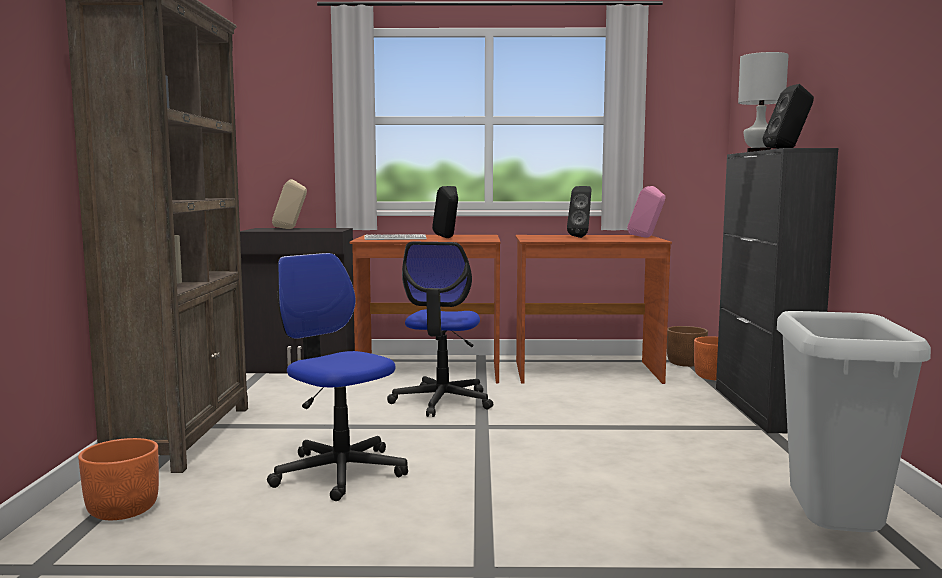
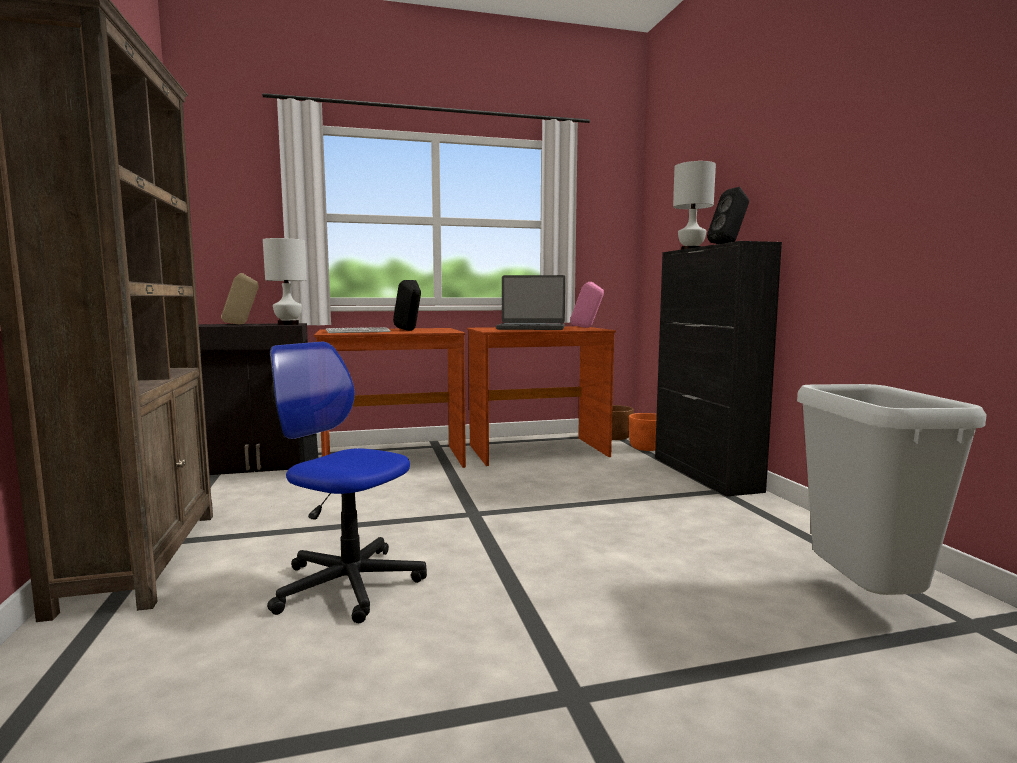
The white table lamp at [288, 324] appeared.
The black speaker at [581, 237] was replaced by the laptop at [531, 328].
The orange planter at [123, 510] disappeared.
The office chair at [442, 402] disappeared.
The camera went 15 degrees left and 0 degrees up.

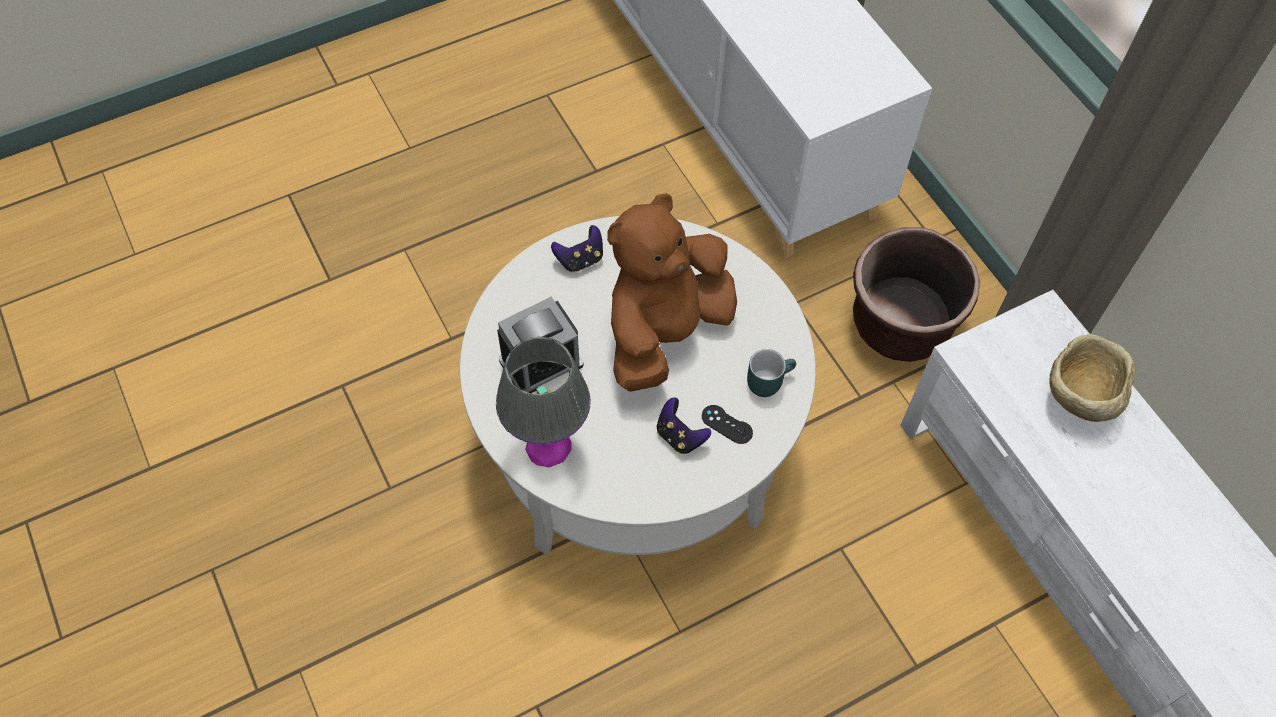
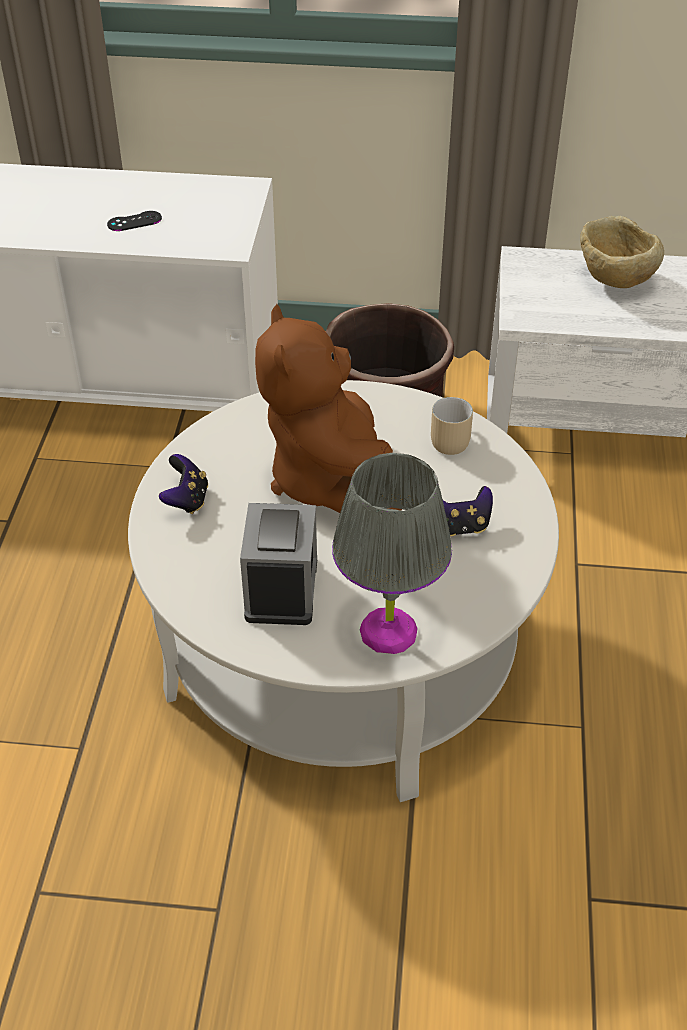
The black game controller moved from [727, 424] to [134, 221].
The turquoise mug at [768, 379] became the beige mug at [447, 439].
The camera went 55 degrees left and 15 degrees down.

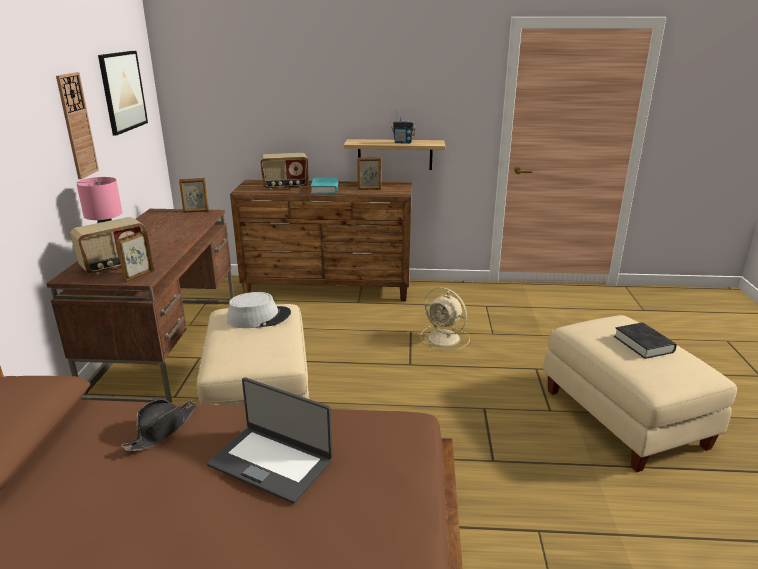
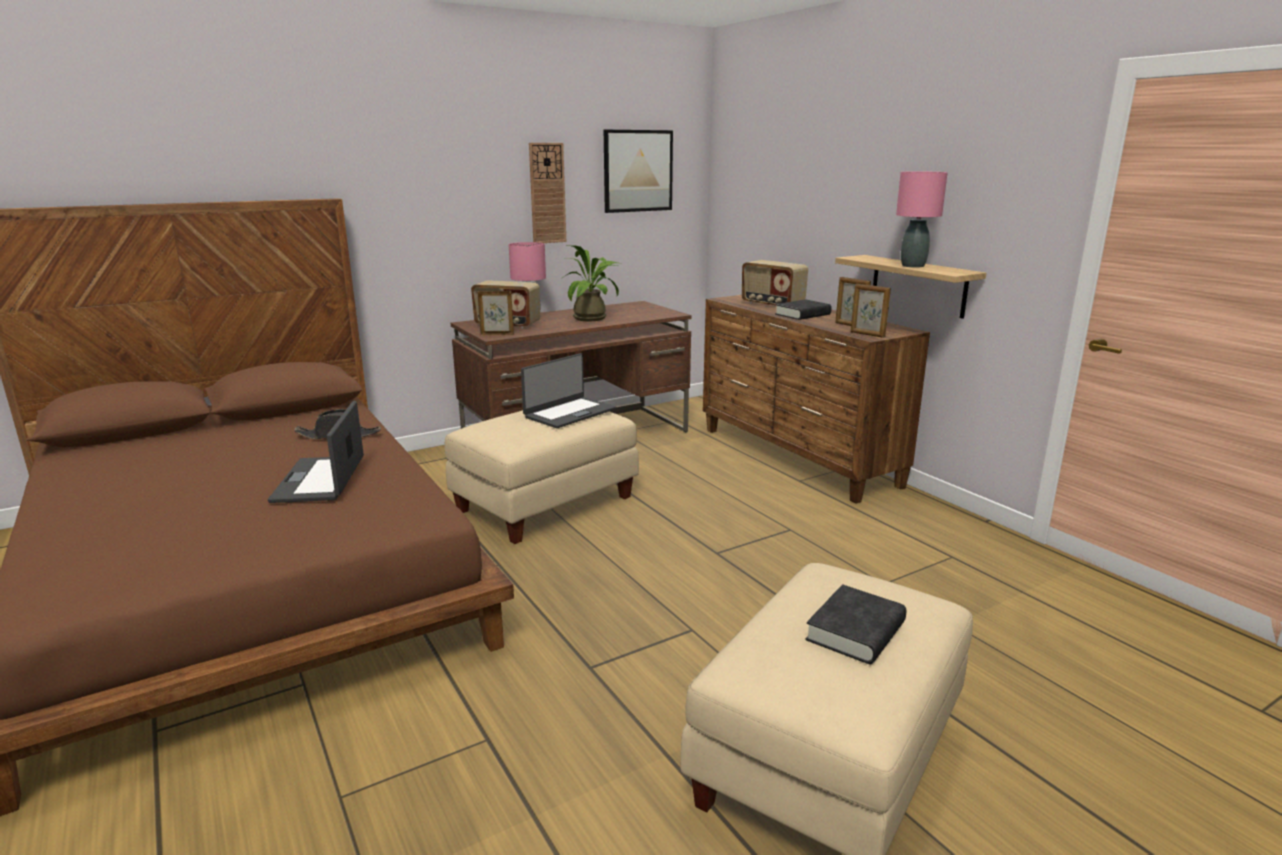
The grey hat at [259, 317] was replaced by the laptop at [569, 413].
The potted plant at [593, 318] appeared.
The turquoise book at [325, 189] became the black book at [802, 314].
The picture frame moved from [196, 211] to [867, 334].
The radio at [403, 142] was replaced by the pink table lamp at [913, 266].
The beige fan at [445, 339] disappeared.
The camera went 55 degrees right and 5 degrees down.

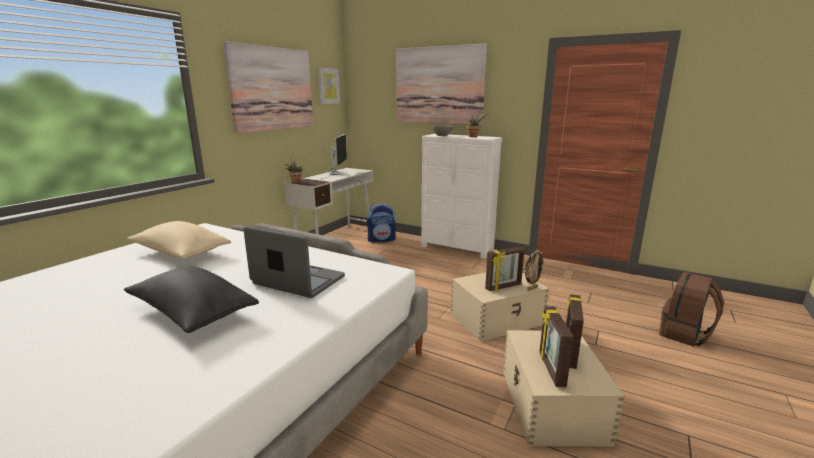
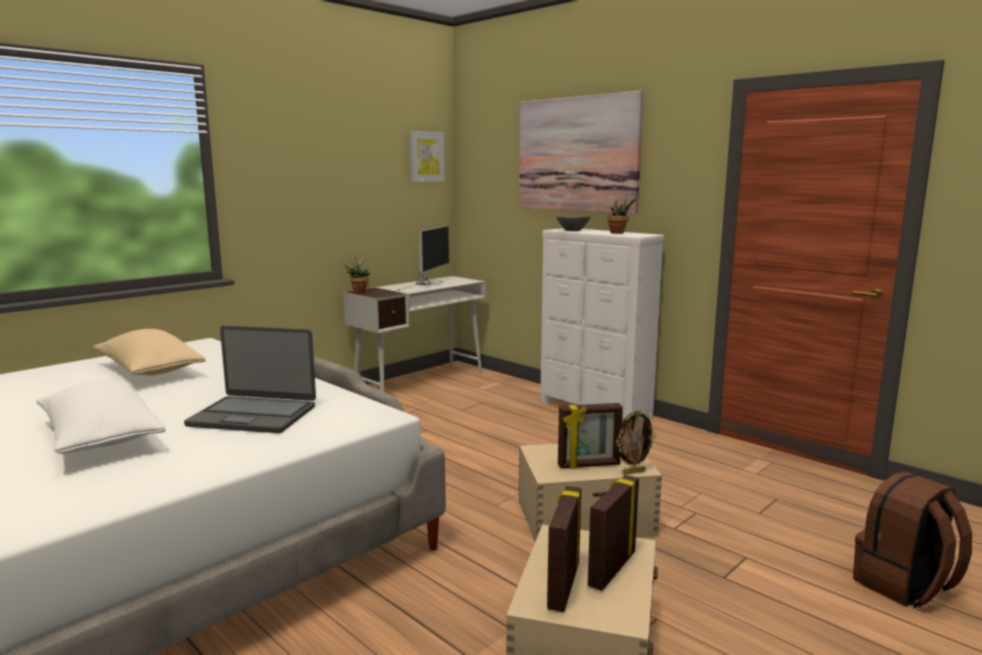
The black pillow at [192, 313] became the white pillow at [100, 438].
The laptop at [298, 281] turned 150 degrees clockwise.
The picture at [272, 89] disappeared.
The backpack at [381, 240] disappeared.
The camera went 15 degrees right and 5 degrees down.

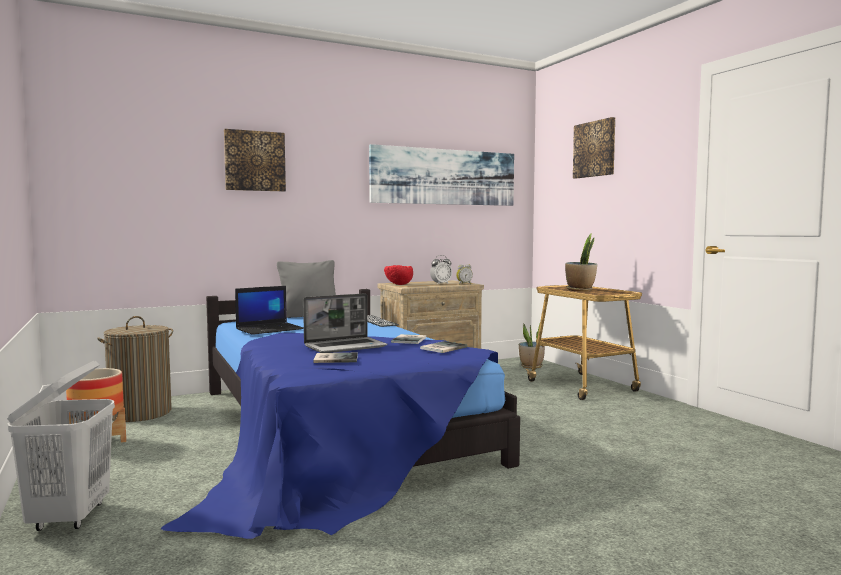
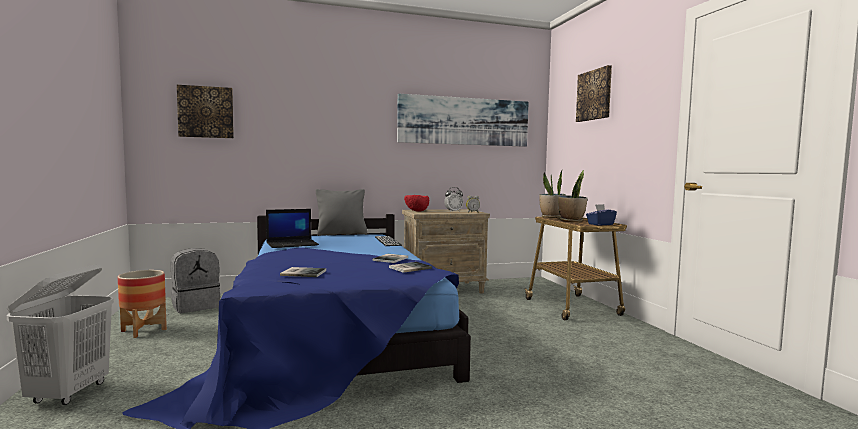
The laundry basket at [140, 413] was replaced by the grey backpack at [196, 306].
The picture moved from [254, 161] to [206, 112].
The potted plant moved from [531, 367] to [551, 217].
The blue tissue box at [600, 224] appeared.
The laptop at [346, 347] disappeared.
The camera went 10 degrees right and 0 degrees up.

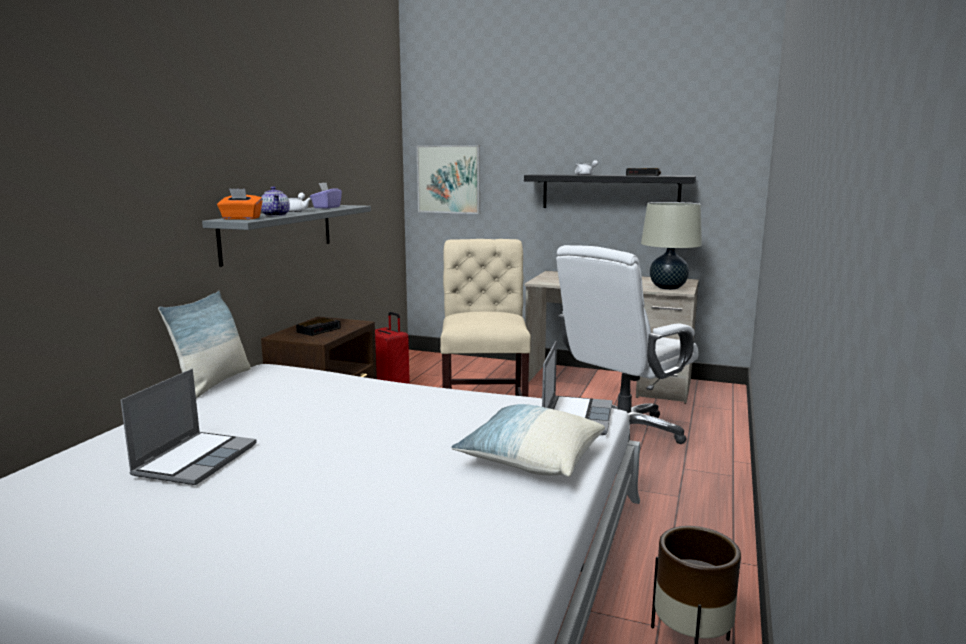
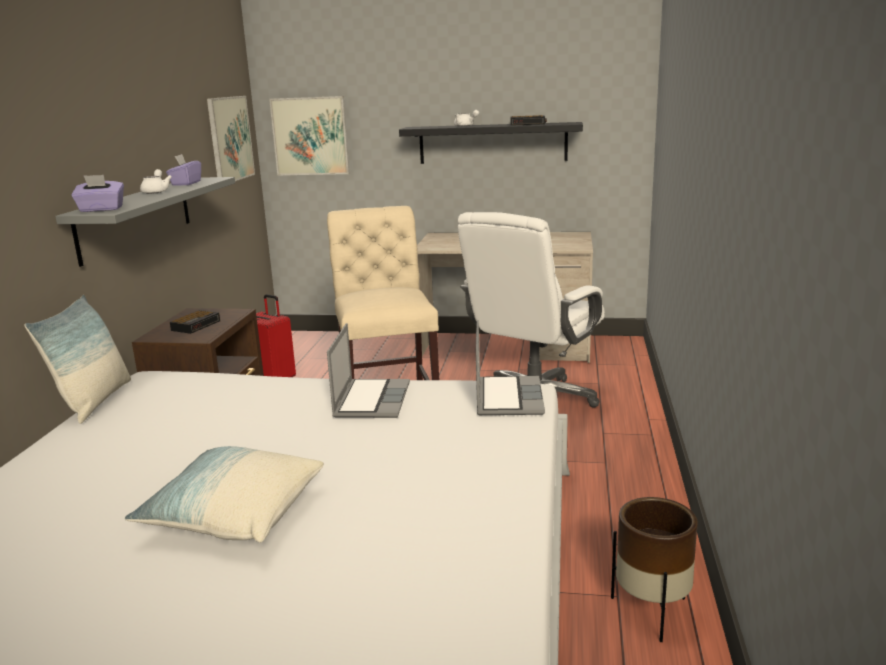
The orange tissue box at [241, 218] became the purple tissue box at [101, 209].
The pillow moved from [531, 459] to [234, 515].
The picture at [230, 139] appeared.
The laptop moved from [195, 459] to [371, 400].
The teapot at [276, 215] disappeared.
The beige table lamp at [668, 287] disappeared.
The camera went 10 degrees left and 5 degrees up.

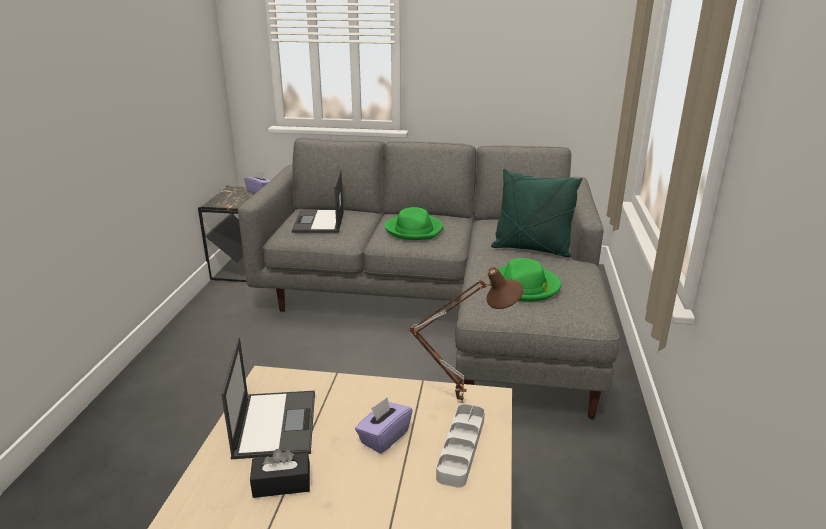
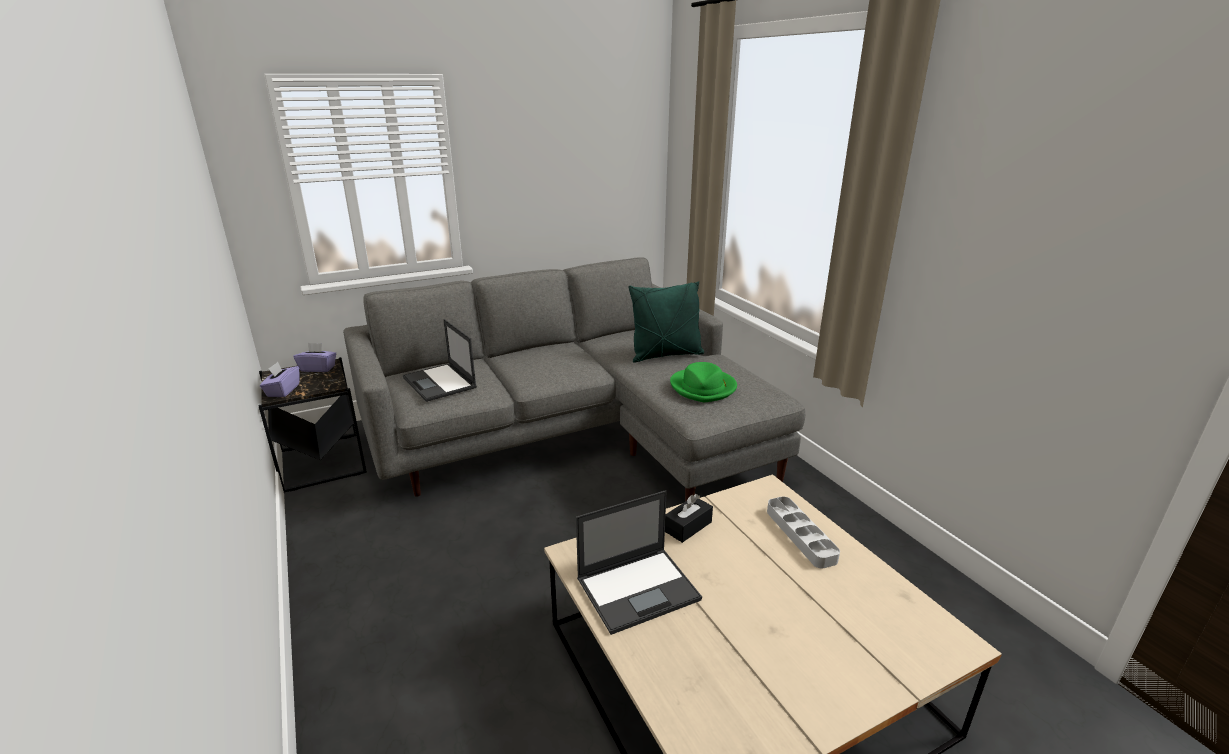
The purple tissue box moved from [384, 437] to [283, 391].
The laptop at [275, 423] turned 105 degrees clockwise.
The black tissue box moved from [281, 484] to [687, 526].
The green hat at [414, 230] disappeared.
The brown table lamp at [460, 400] disappeared.
The camera went 35 degrees left and 0 degrees up.

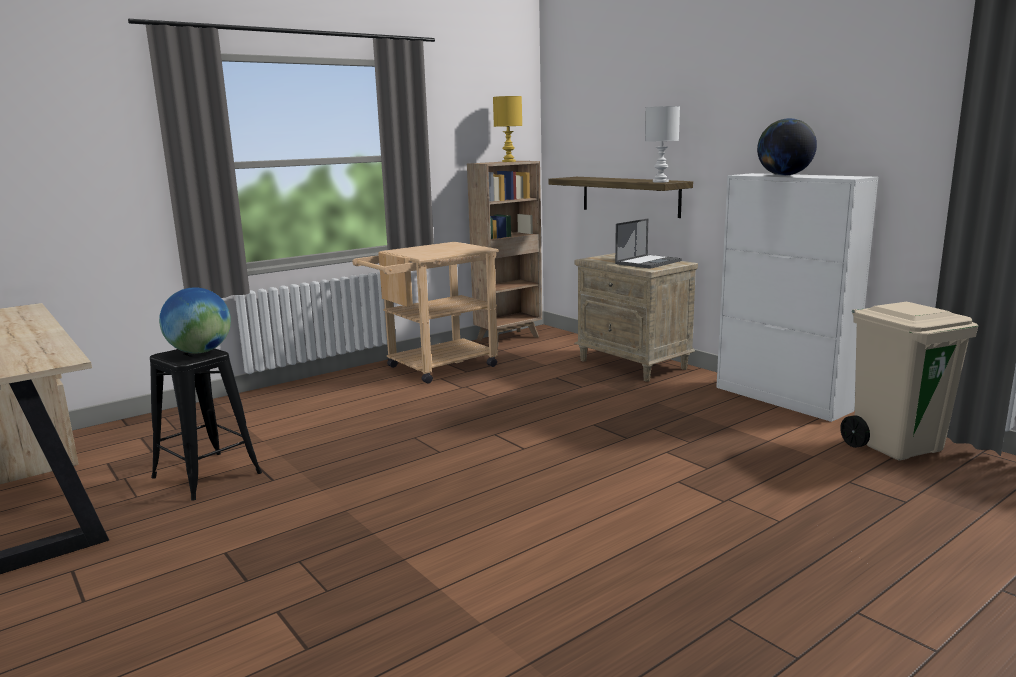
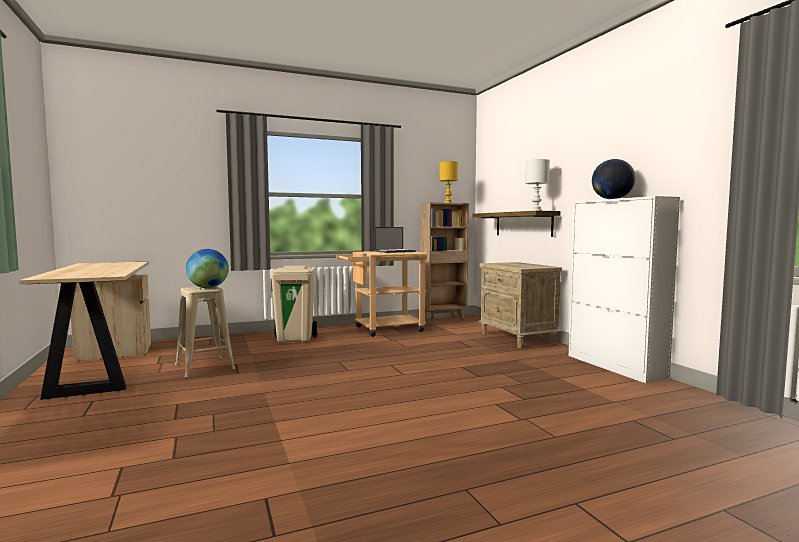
The black stool at [206, 475] became the beige stool at [204, 366].
The beige trash can moved from [896, 446] to [295, 339].
The laptop moved from [648, 262] to [395, 251].
The camera went 15 degrees right and 10 degrees down.

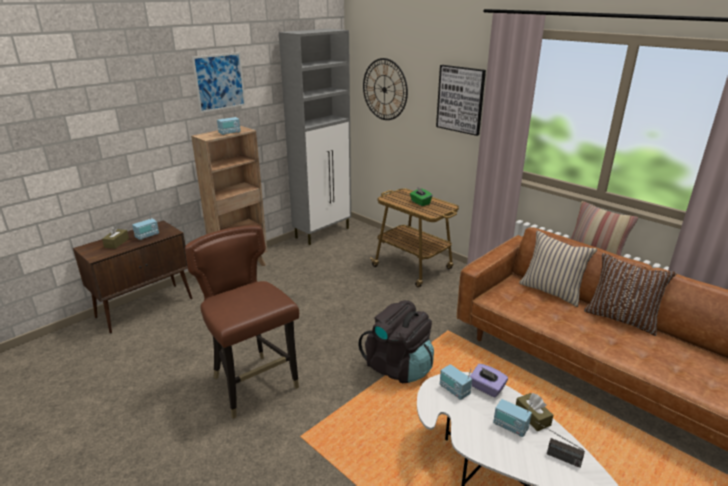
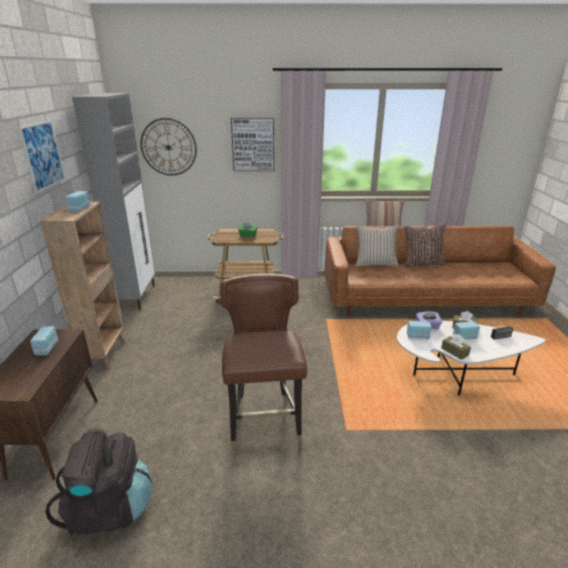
The black backpack moved from [398, 367] to [109, 509].
The brown chair at [254, 385] turned 75 degrees clockwise.
The brown tissue box moved from [116, 243] to [454, 351].
The camera went 45 degrees left and 0 degrees up.

